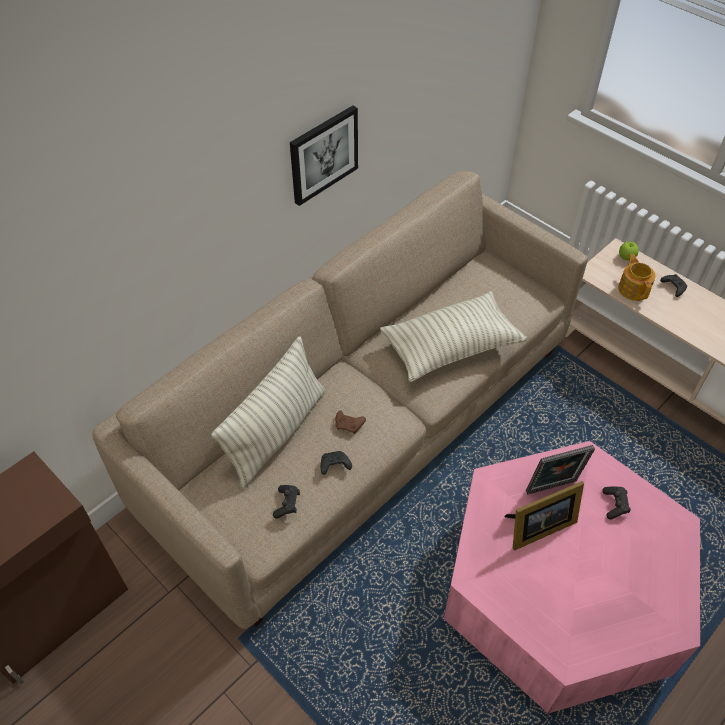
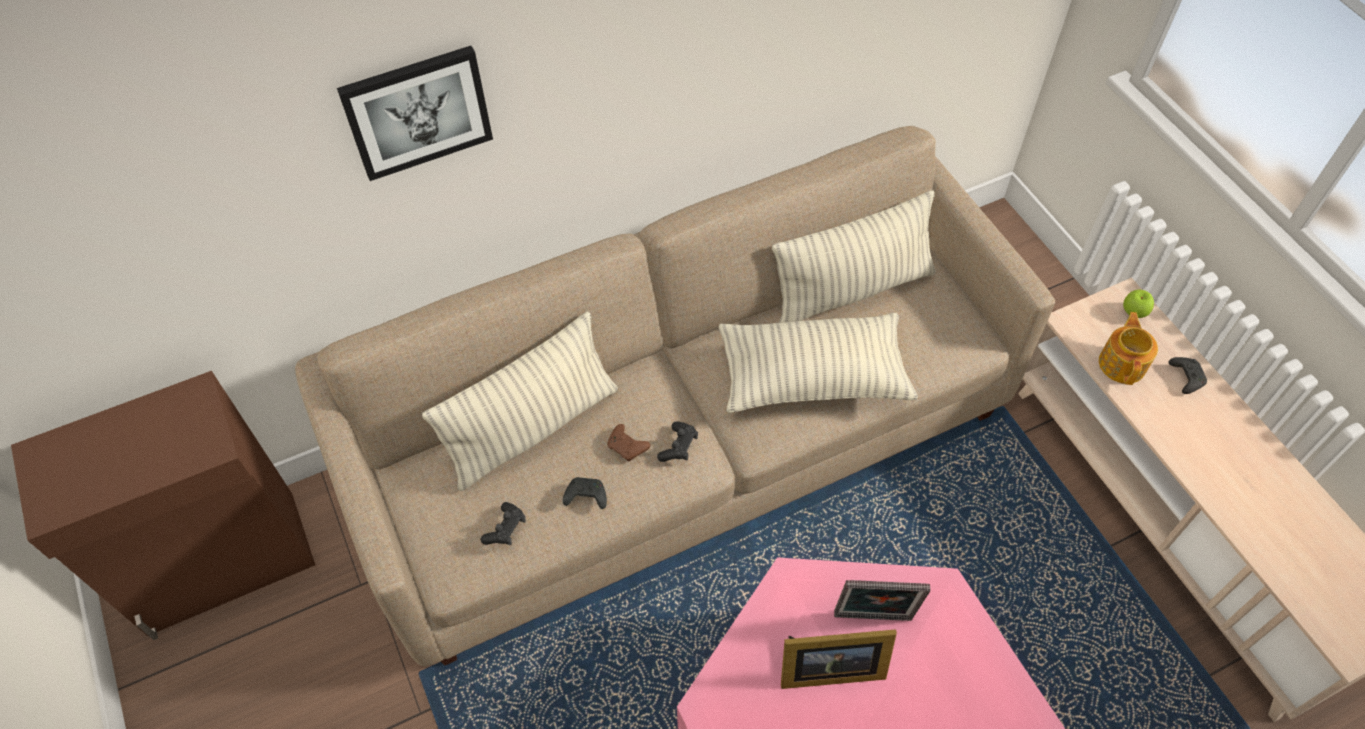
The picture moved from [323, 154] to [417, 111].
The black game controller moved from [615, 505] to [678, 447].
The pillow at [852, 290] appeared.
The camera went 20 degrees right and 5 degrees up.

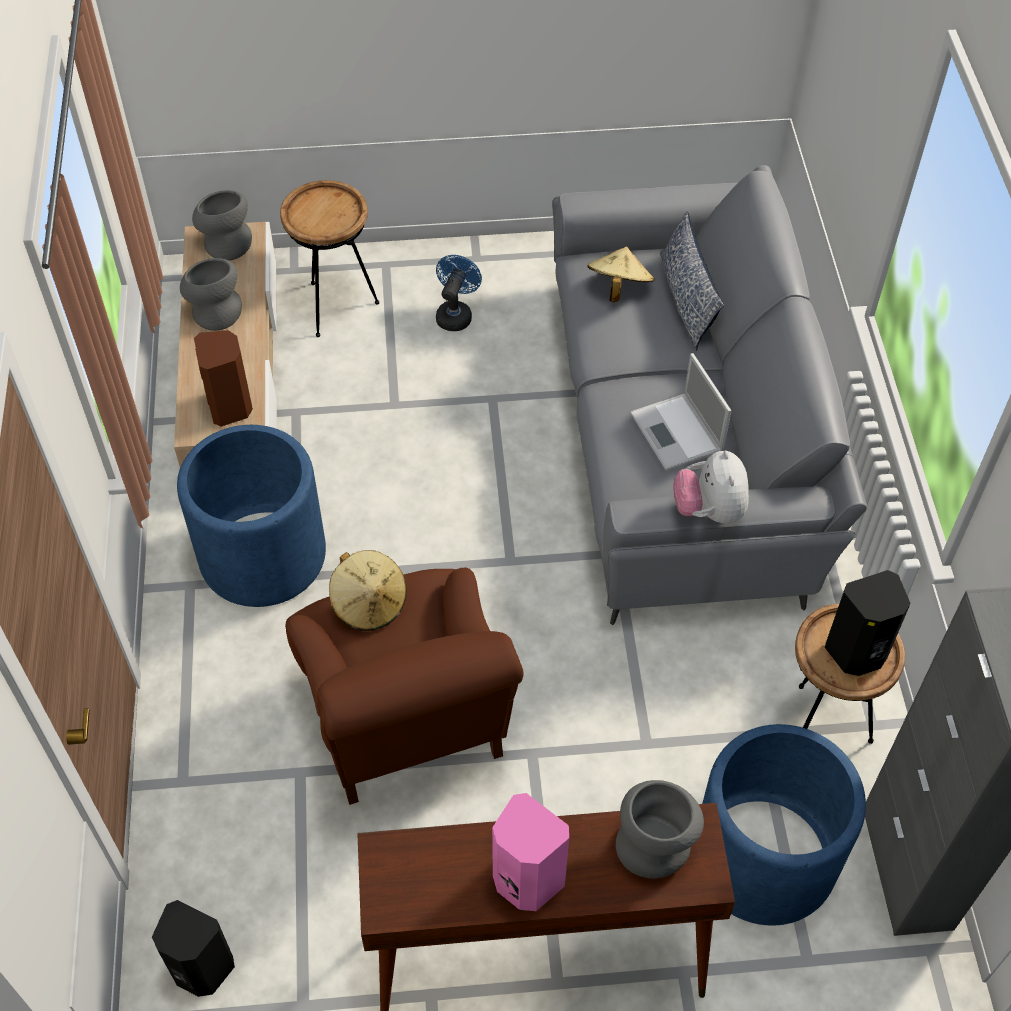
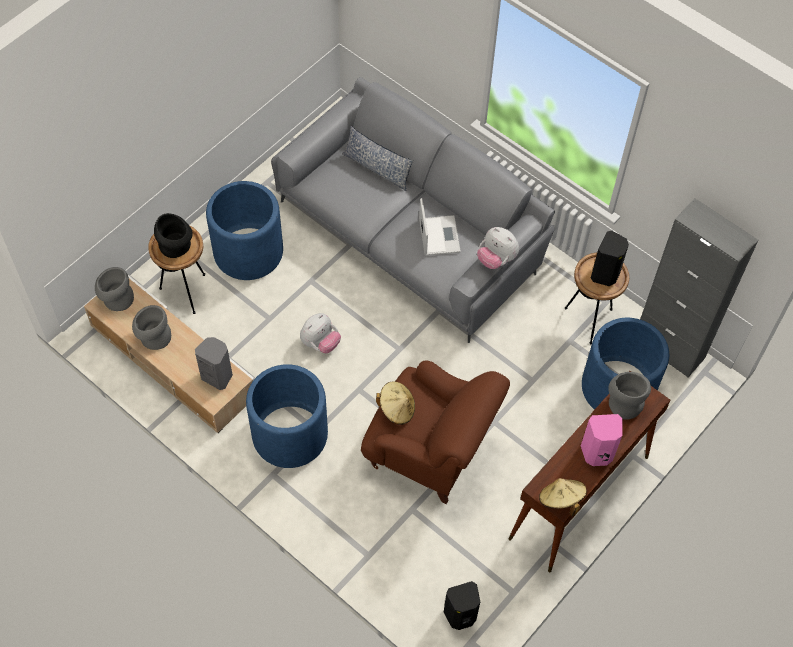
The black vase at [176, 247] appeared.
The brown speaker at [231, 407] became the grey speaker at [218, 376].
The blue fan at [455, 314] was replaced by the blue planter at [248, 252].
The plush toy at [320, 343] appeared.
The laptop at [677, 433] turned 120 degrees counterclockwise.
The beige hat moved from [618, 288] to [561, 500].
The camera went 45 degrees left and 5 degrees up.

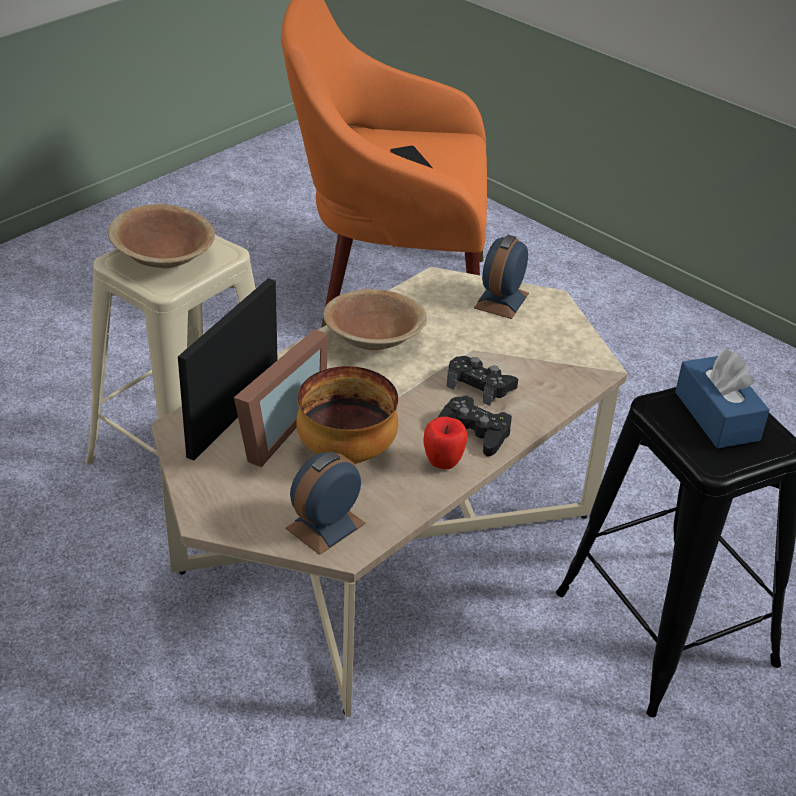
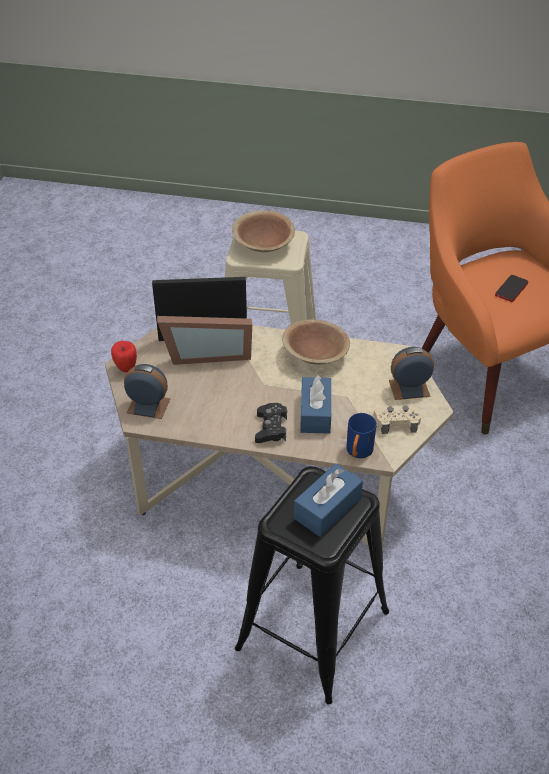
The apple moved from [443, 464] to [126, 368].
The black game controller at [480, 386] was replaced by the blue tissue box at [315, 413].
The blue mug at [358, 453] appeared.
The beige game controller at [397, 422] appeared.
The bowl at [345, 453] disappeared.
The camera went 60 degrees right and 5 degrees up.

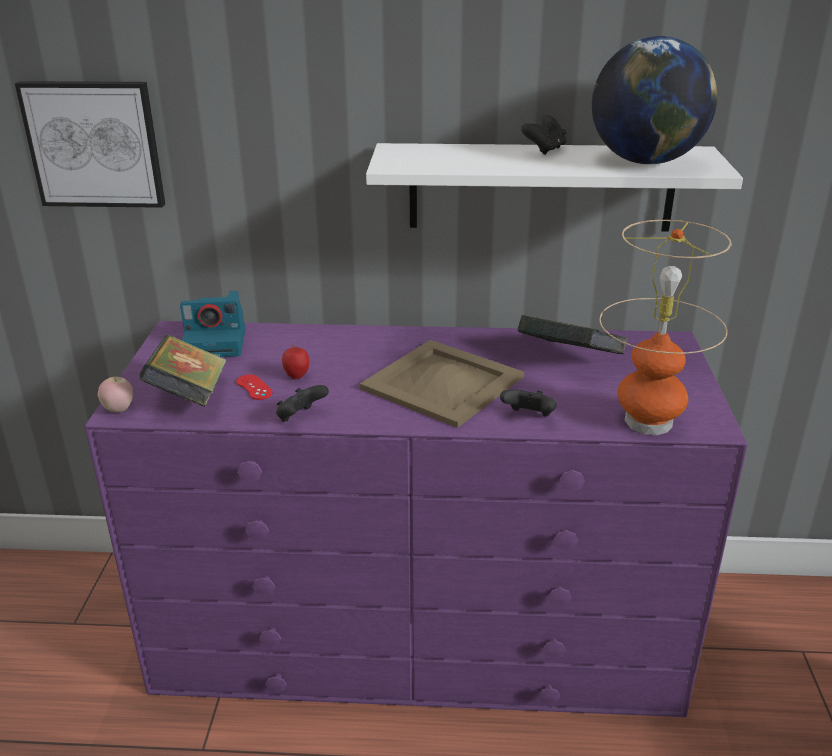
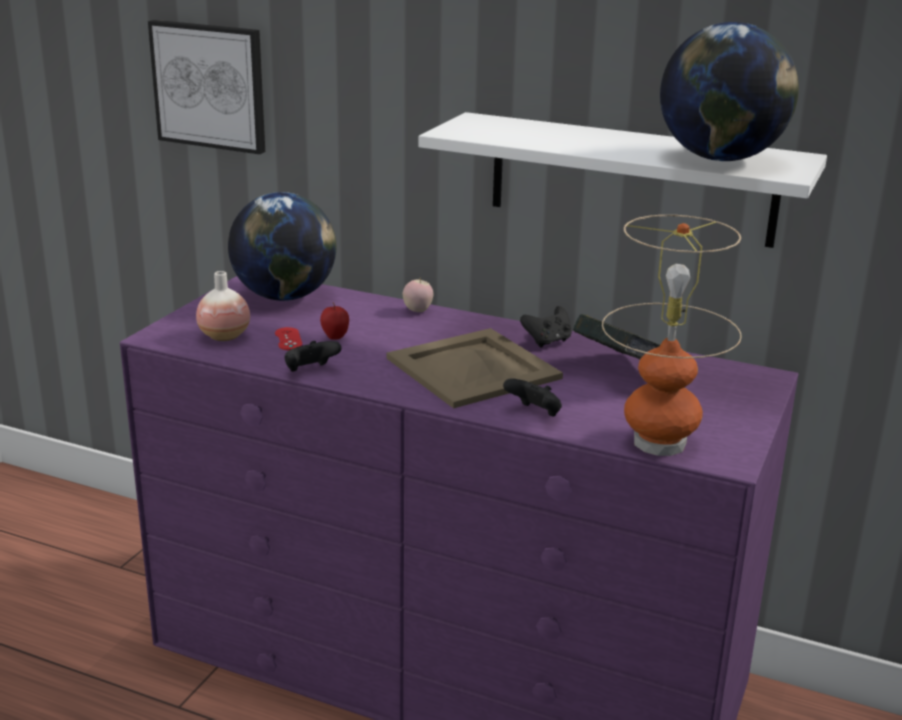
The book at [189, 397] was replaced by the vase at [224, 336].
The photo camera at [217, 343] was replaced by the globe at [285, 297].
The apple moved from [119, 409] to [417, 311].
The black game controller moved from [545, 150] to [547, 341].
The camera went 20 degrees right and 5 degrees down.

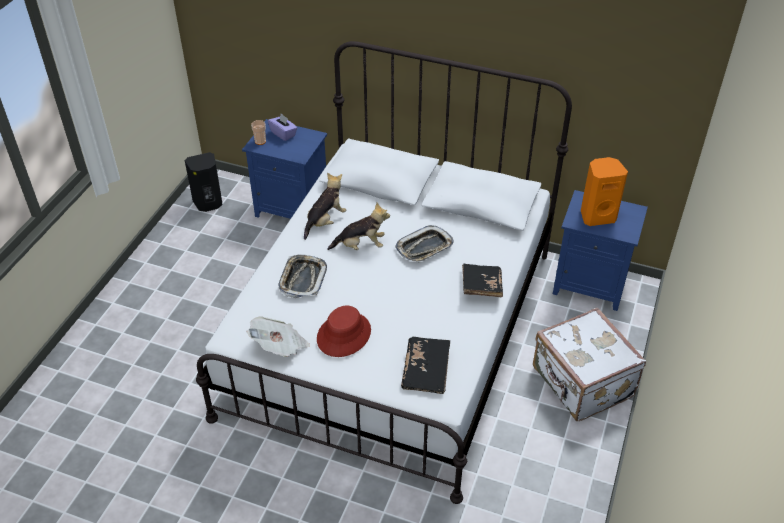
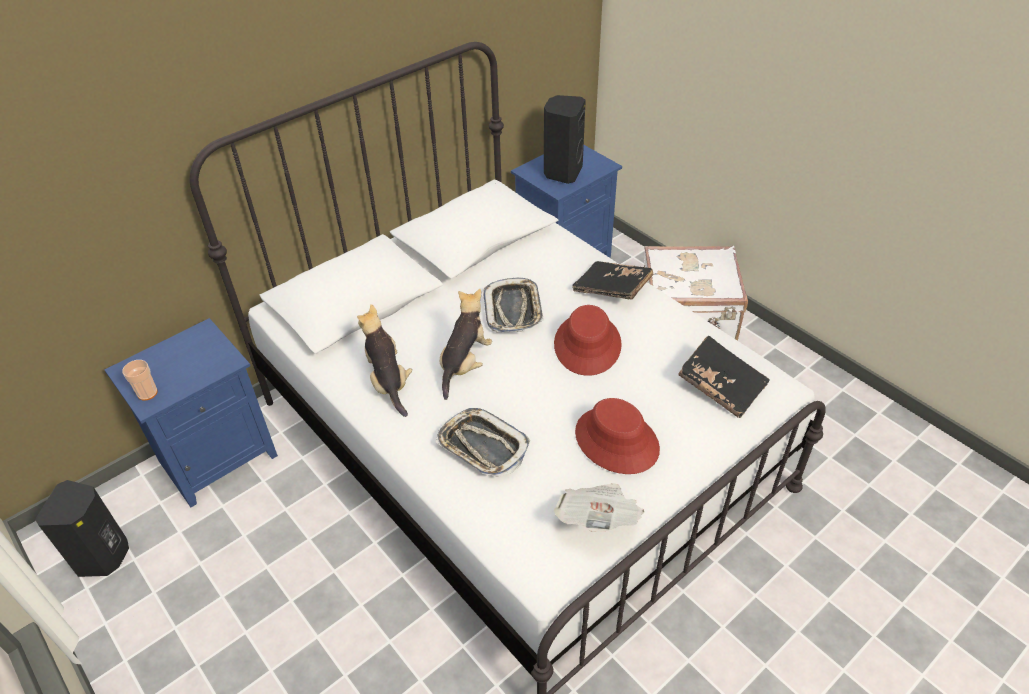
The orange speaker at [597, 216] became the black speaker at [562, 172].
The red hat at [588, 344] appeared.
The purple tissue box at [283, 134] disappeared.
The camera went 60 degrees left and 0 degrees up.

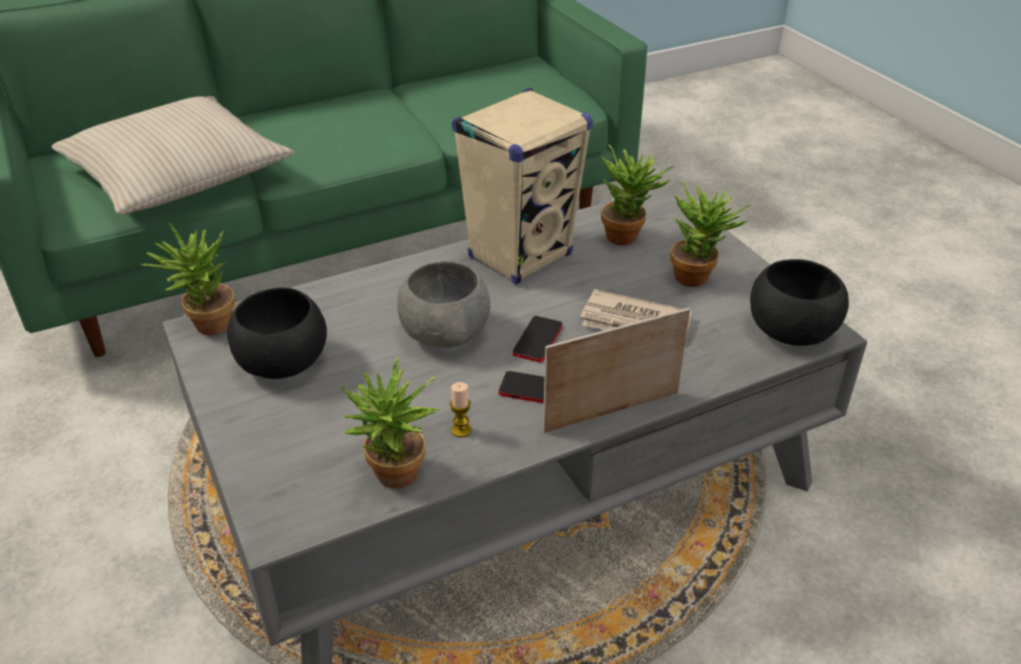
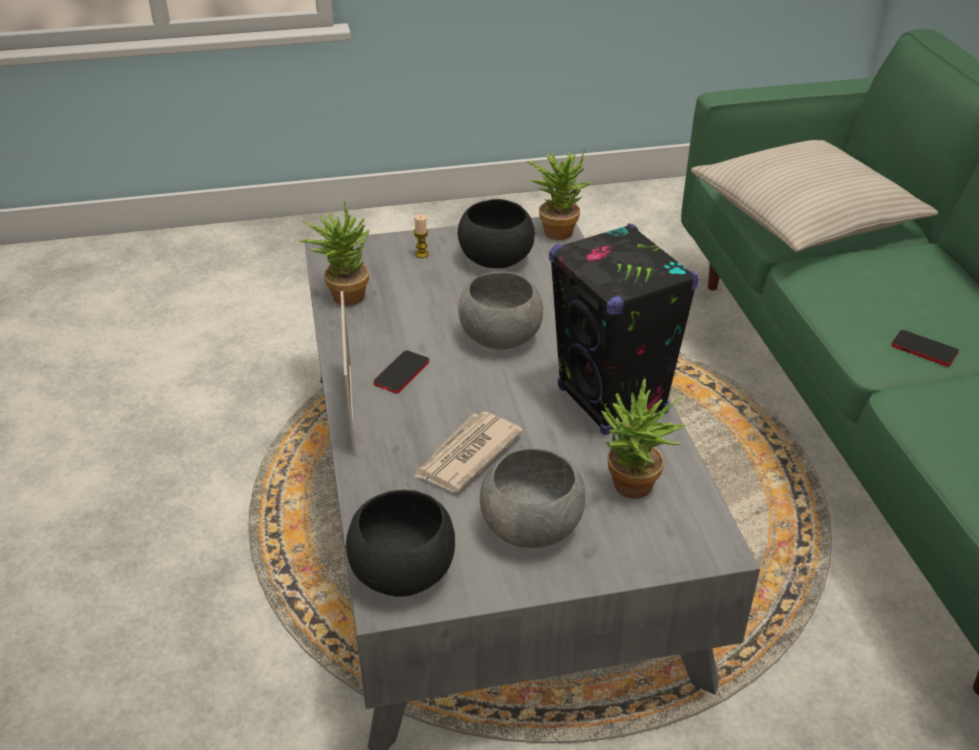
The candle moved from [461, 430] to [421, 254].
The potted plant at [698, 277] was replaced by the grey bowl at [530, 526].
The beige speaker at [520, 256] became the black speaker at [612, 401].
The phone moved from [537, 340] to [924, 349].
The camera went 105 degrees right and 0 degrees up.

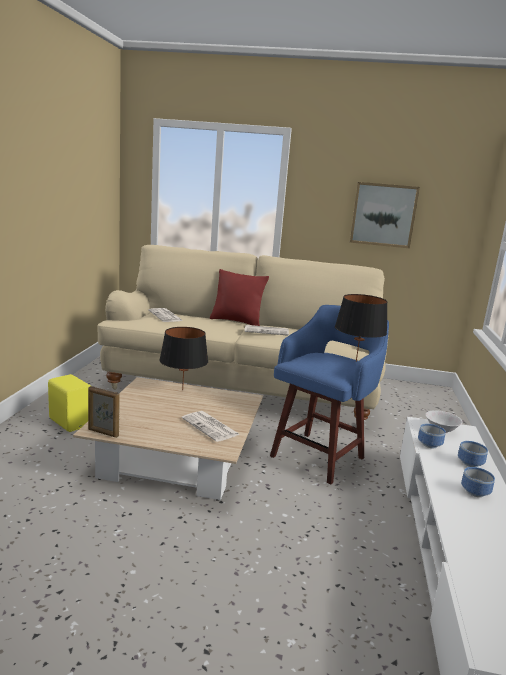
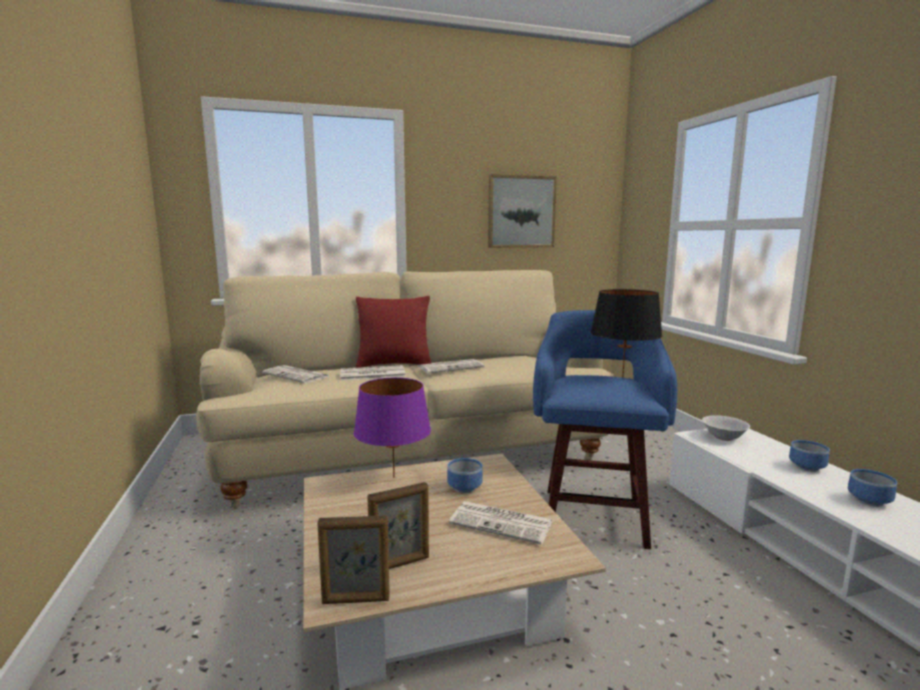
The newspaper at [371, 374] appeared.
The black table lamp at [182, 390] became the purple table lamp at [393, 477].
The picture frame at [400, 564] appeared.
The bowl moved from [428, 444] to [463, 487].
The yellow speaker at [71, 422] disappeared.
The camera went 25 degrees left and 5 degrees down.

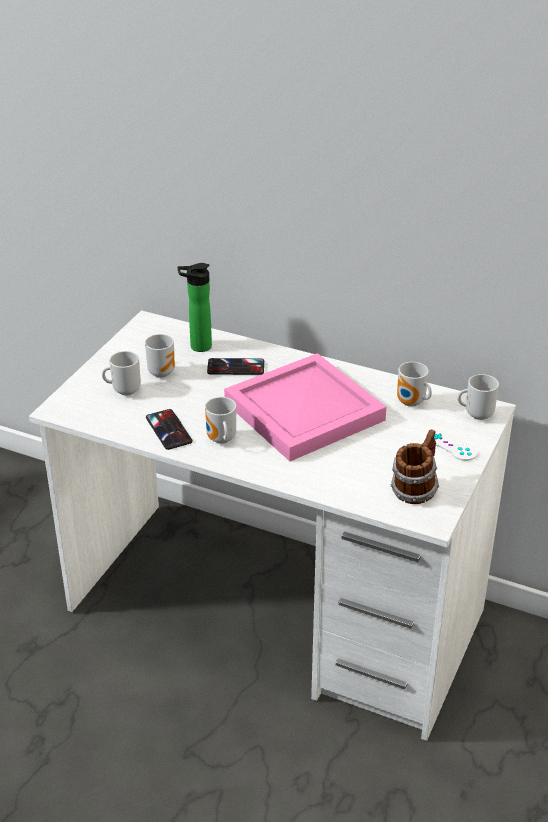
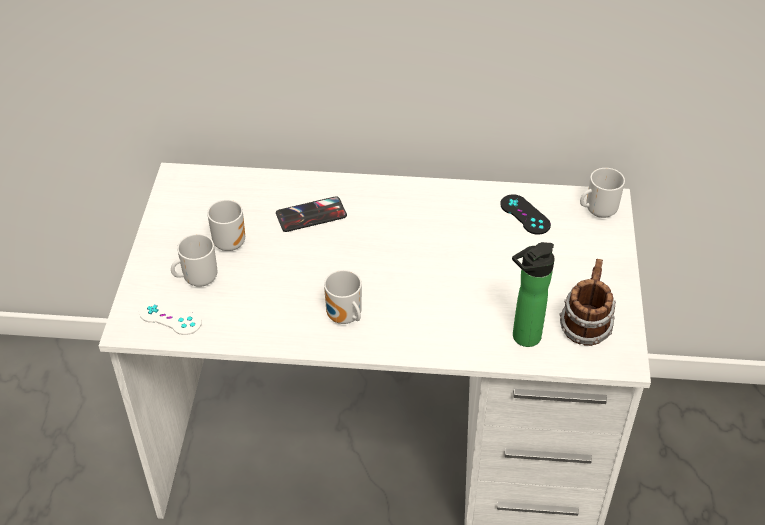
The white game controller moved from [451, 445] to [170, 317].
The mug at [411, 403] was replaced by the black game controller at [525, 215].
The bottle moved from [197, 347] to [522, 338].
The phone at [169, 430] disappeared.
The pink tray at [304, 409] disappeared.
The camera went 20 degrees left and 10 degrees up.

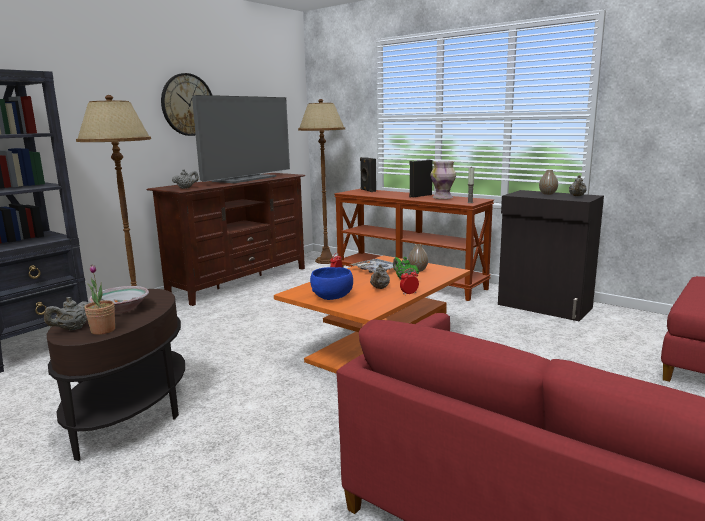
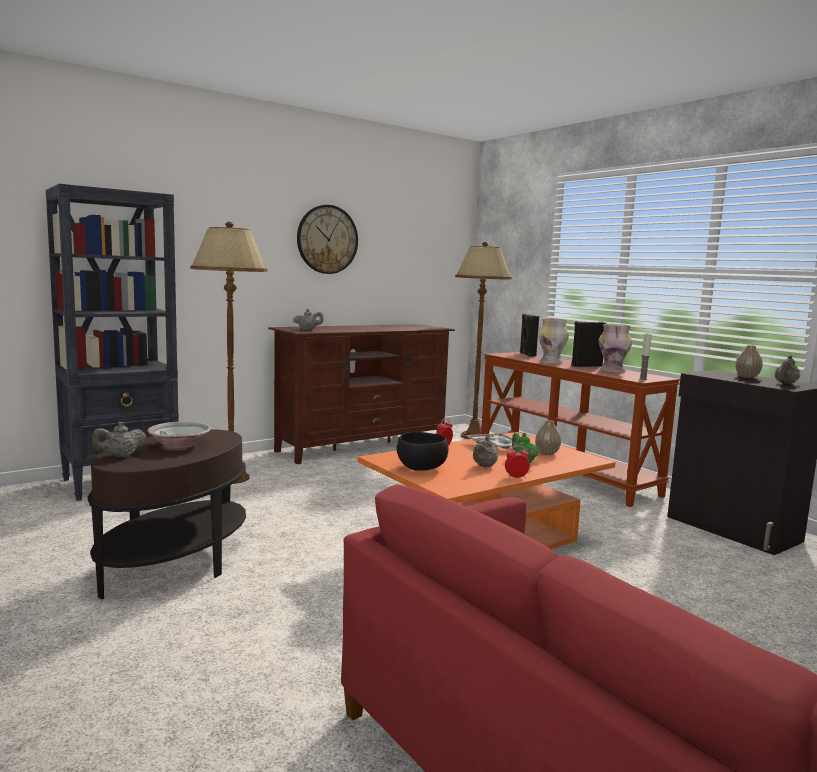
The blue bowl at [332, 297] became the black bowl at [422, 468].
The vase at [551, 363] appeared.
The potted plant at [103, 330] disappeared.
The television at [245, 179] disappeared.
The camera went 15 degrees right and 5 degrees down.

